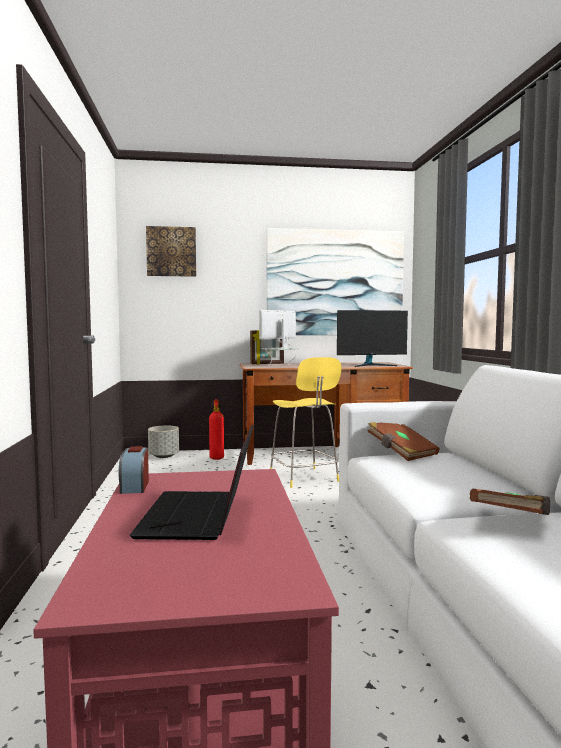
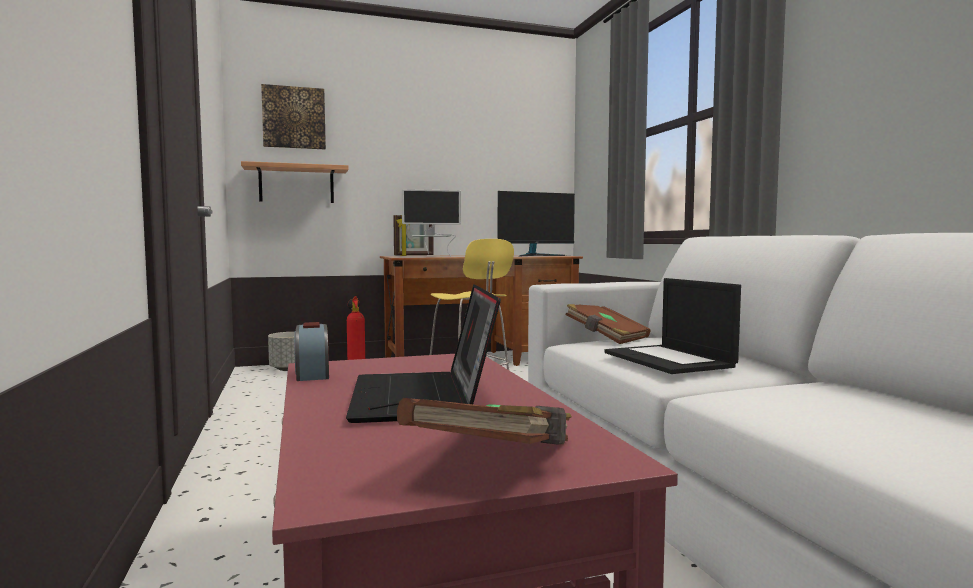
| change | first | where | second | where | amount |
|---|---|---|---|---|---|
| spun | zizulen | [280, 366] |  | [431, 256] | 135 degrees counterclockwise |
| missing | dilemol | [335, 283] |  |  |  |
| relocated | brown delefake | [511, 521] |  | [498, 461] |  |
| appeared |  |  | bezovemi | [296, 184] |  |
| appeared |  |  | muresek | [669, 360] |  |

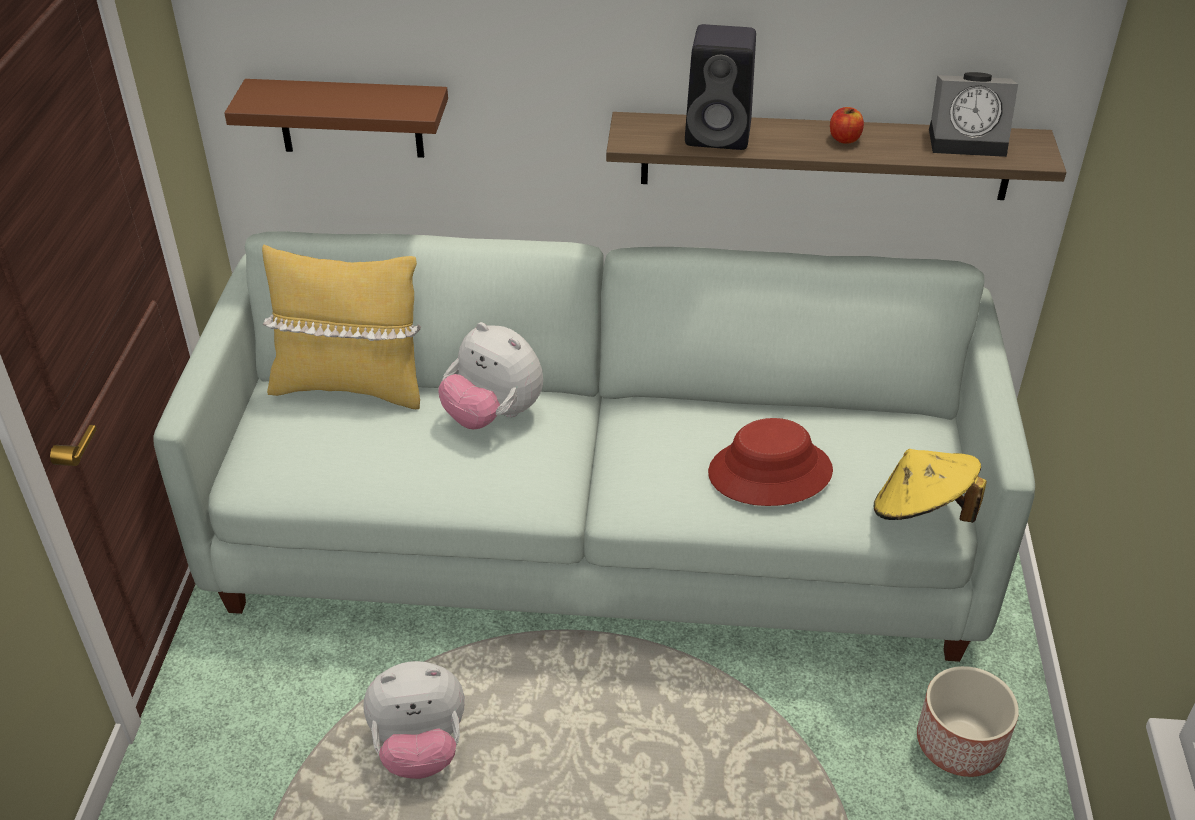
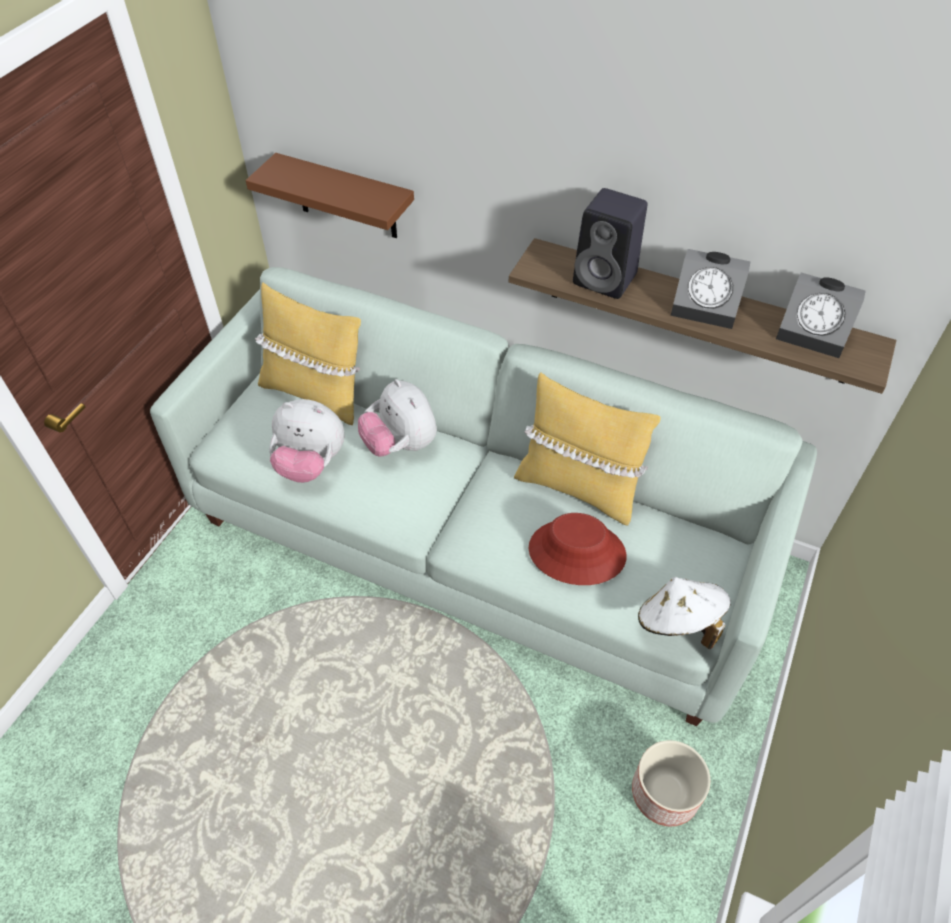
| change | first | where | second | where | amount |
|---|---|---|---|---|---|
| relocated | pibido | [420, 748] |  | [310, 464] |  |
| exchanged | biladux | [844, 139] | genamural | [707, 307] |  |
| colour | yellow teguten | [921, 512] | white teguten | [678, 623] |  |
| appeared |  |  | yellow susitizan | [578, 487] |  |

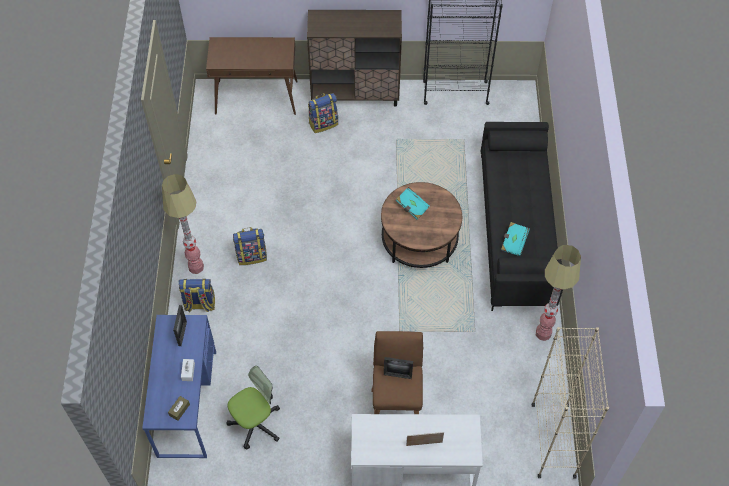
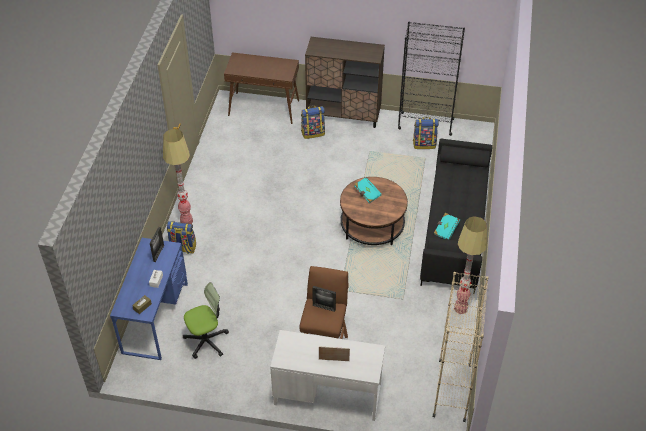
| change | first | where | second | where | amount |
|---|---|---|---|---|---|
| relocated | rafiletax | [252, 255] |  | [424, 144] |  |

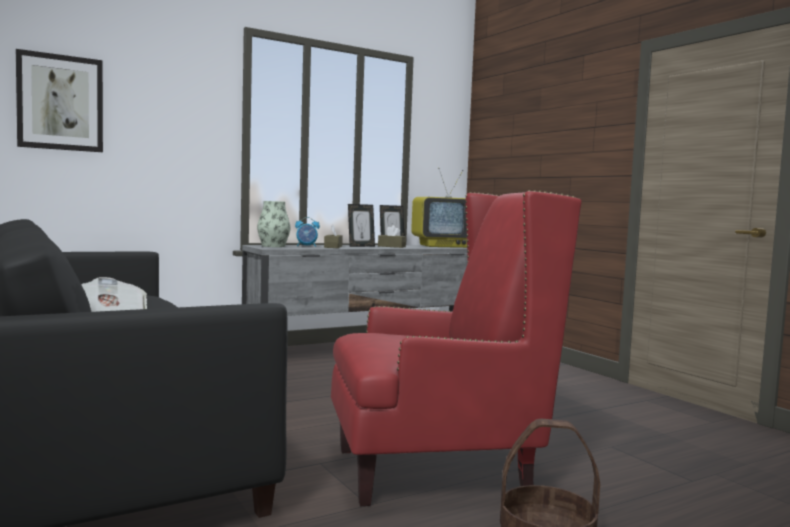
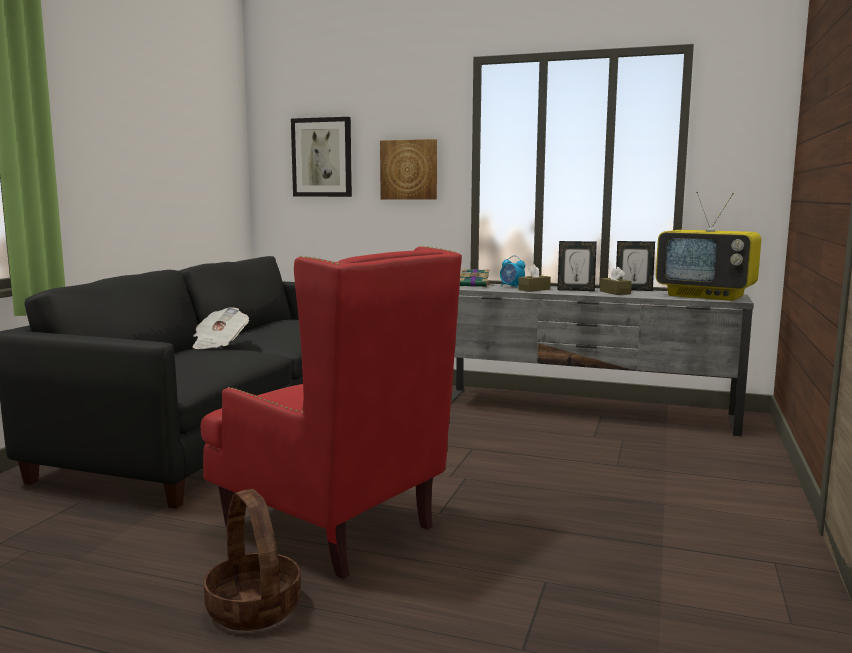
| change | first | where | second | where | amount |
|---|---|---|---|---|---|
| exchanged | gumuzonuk | [273, 246] | delefake | [475, 285] |  |
| appeared |  |  | dilemol | [409, 170] |  |

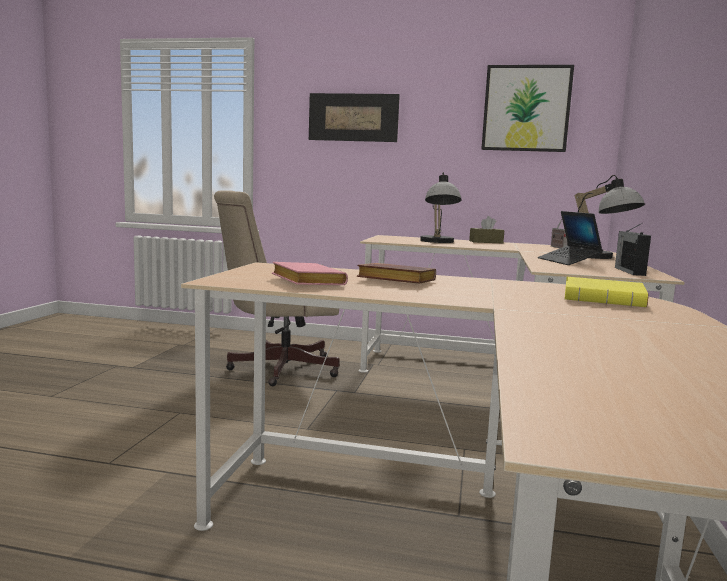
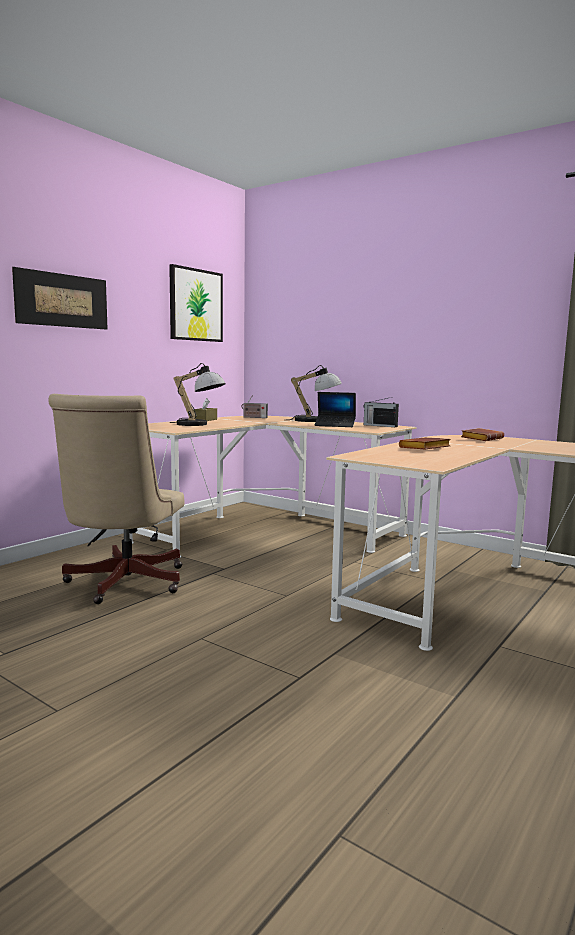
| change | first | where | second | where | amount |
|---|---|---|---|---|---|
| missing | pink delefake | [305, 281] |  |  |  |
| colour | yellow delefake | [605, 300] | brown delefake | [481, 439] |  |

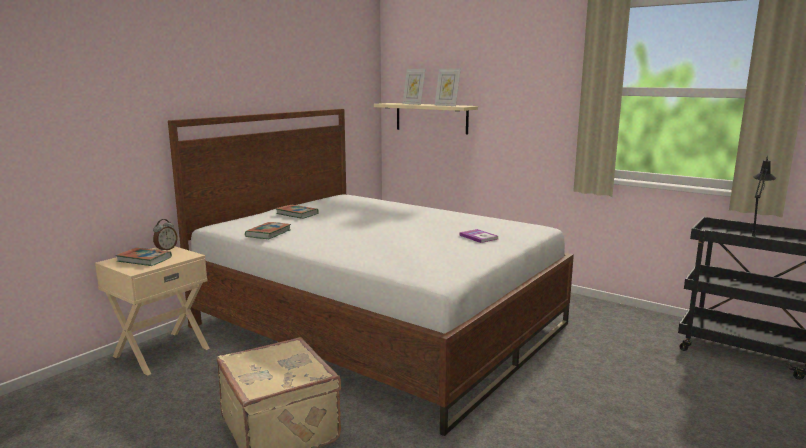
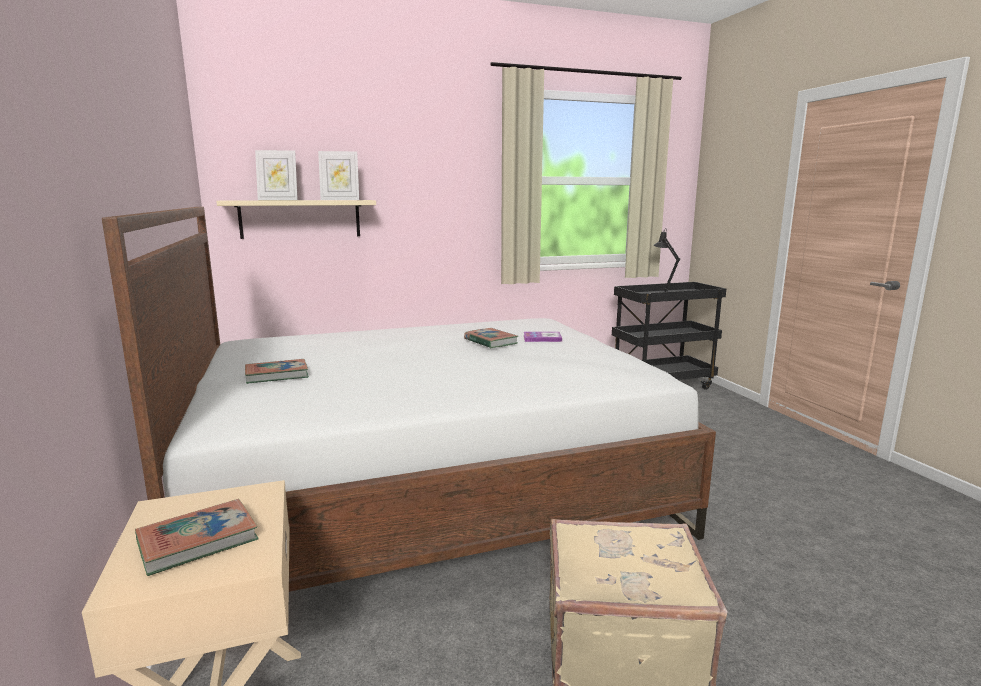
| change | first | where | second | where | amount |
|---|---|---|---|---|---|
| missing | genamural | [166, 249] |  |  |  |
| relocated | delefake | [268, 233] |  | [490, 341] |  |

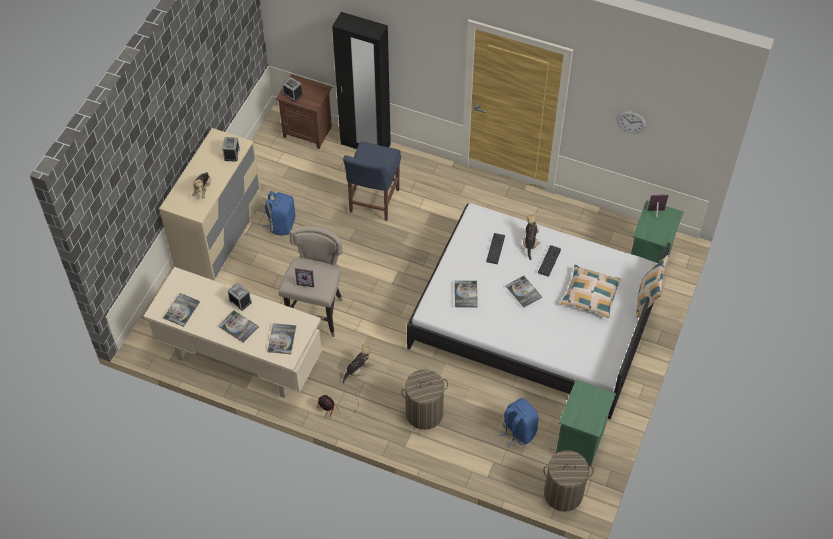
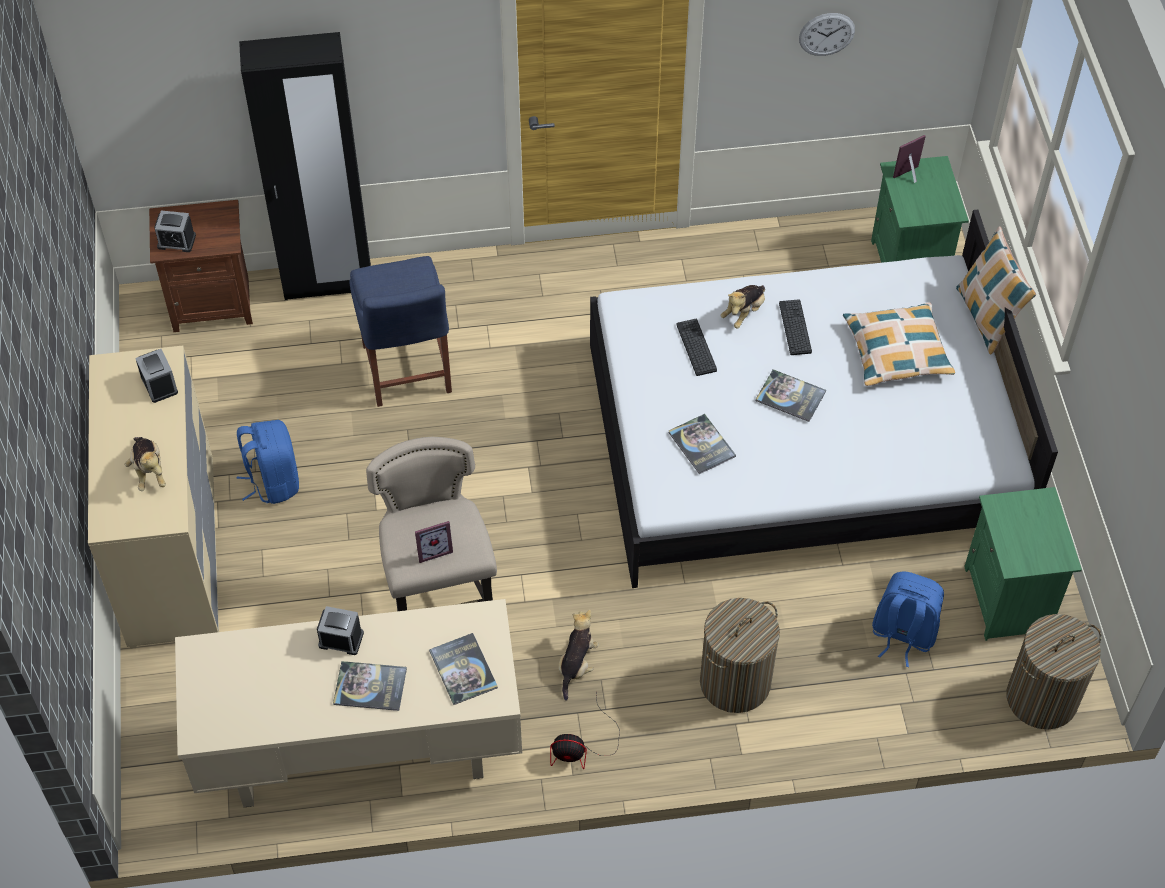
| change | first | where | second | where | amount |
|---|---|---|---|---|---|
| missing | delefake | [181, 310] |  |  |  |
| spun | pibido | [530, 242] |  | [744, 312] | 120 degrees counterclockwise |

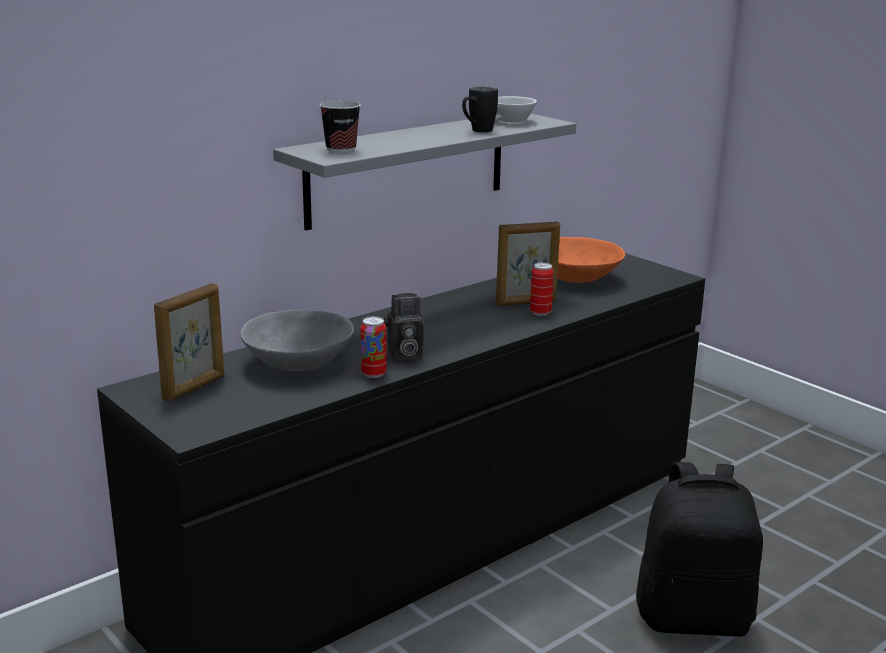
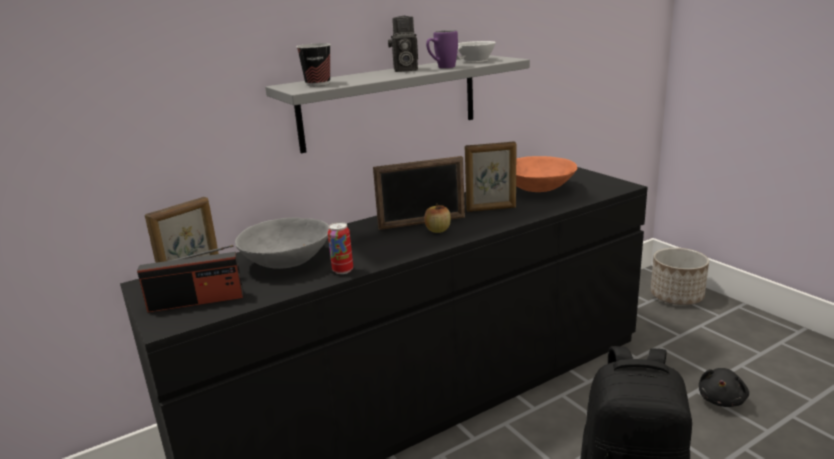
| change | first | where | second | where | amount |
|---|---|---|---|---|---|
| relocated | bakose | [403, 356] |  | [404, 70] |  |
| colour | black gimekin | [477, 131] | purple gimekin | [442, 67] |  |
| missing | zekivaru | [540, 312] |  |  |  |
| appeared |  |  | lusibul | [197, 301] |  |
| appeared |  |  | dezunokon | [422, 223] |  |
| appeared |  |  | biladux | [438, 230] |  |
| appeared |  |  | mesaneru | [677, 296] |  |
| appeared |  |  | black pibido | [721, 399] |  |

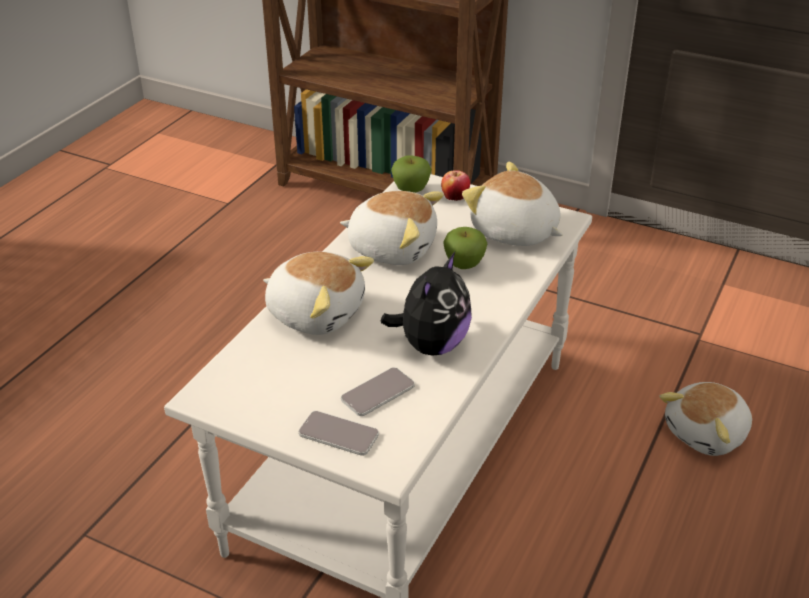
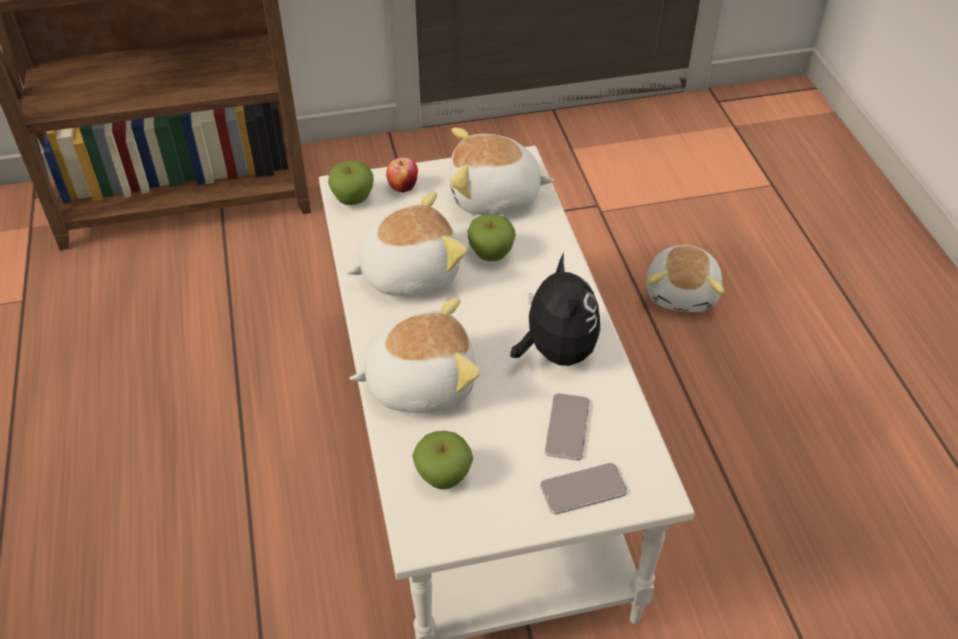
| change | first | where | second | where | amount |
|---|---|---|---|---|---|
| appeared |  |  | biladux | [443, 477] |  |

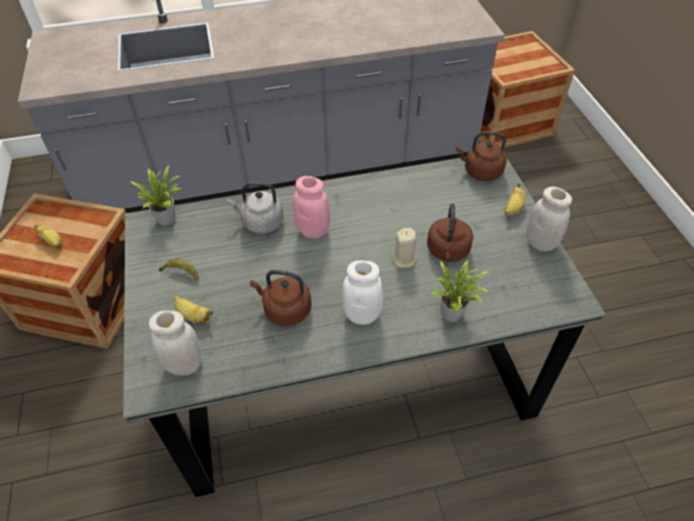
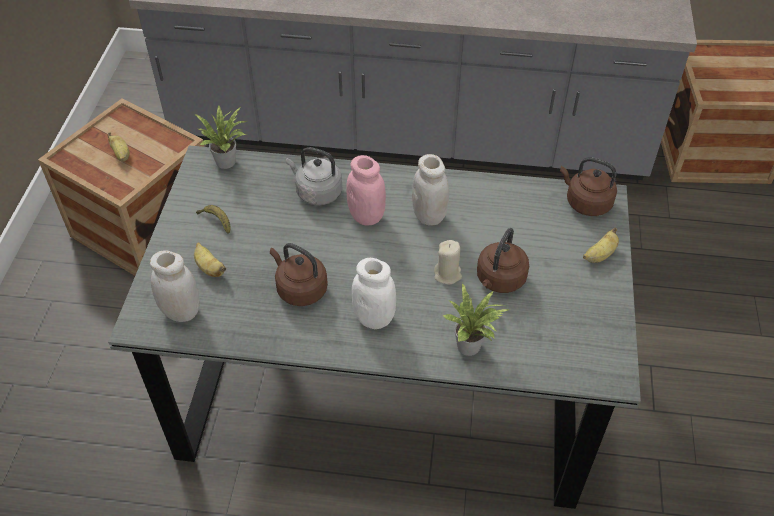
| change | first | where | second | where | amount |
|---|---|---|---|---|---|
| relocated | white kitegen | [541, 243] |  | [429, 216] |  |

